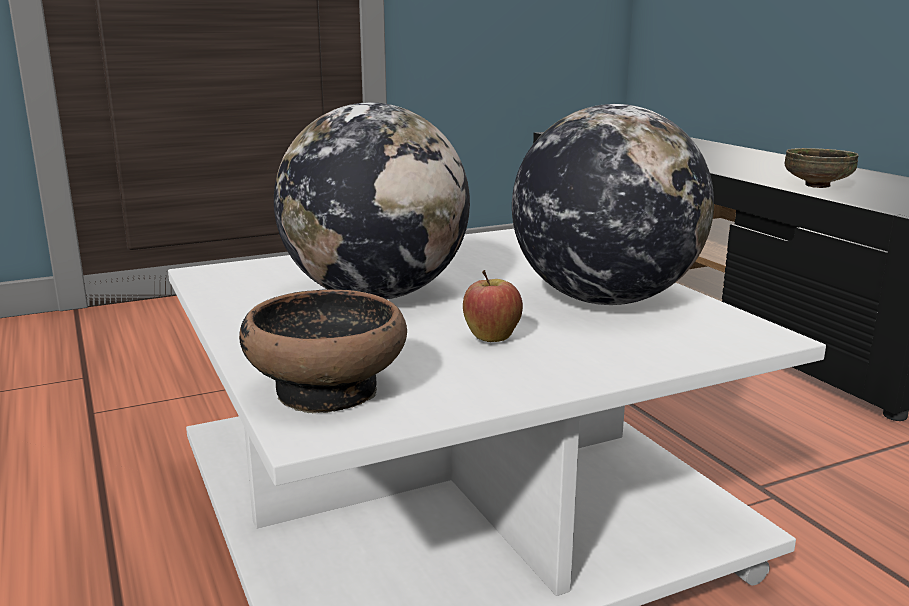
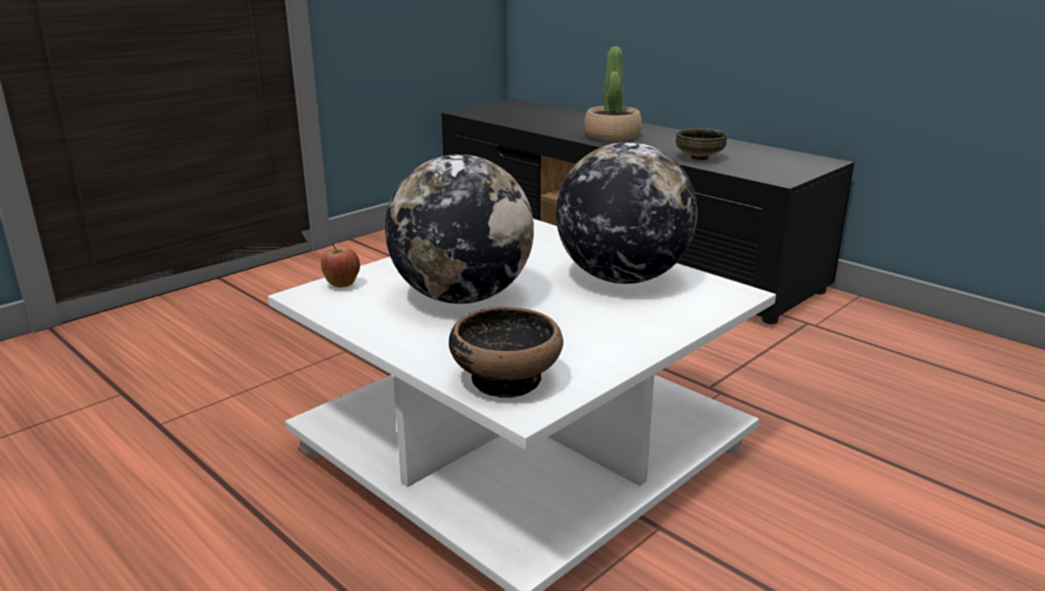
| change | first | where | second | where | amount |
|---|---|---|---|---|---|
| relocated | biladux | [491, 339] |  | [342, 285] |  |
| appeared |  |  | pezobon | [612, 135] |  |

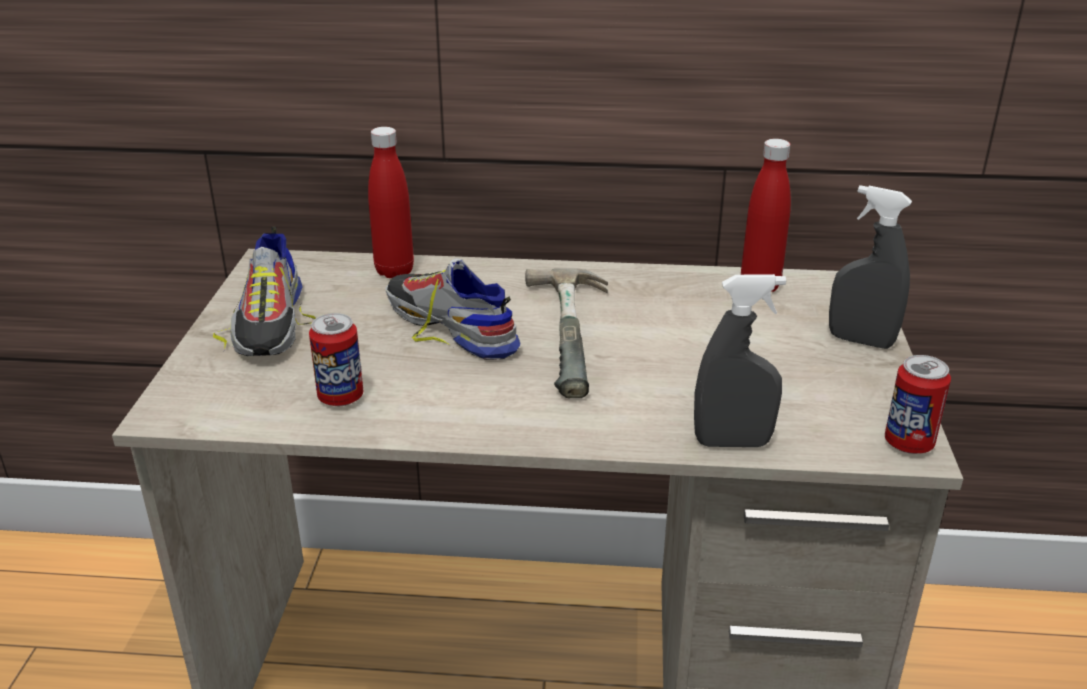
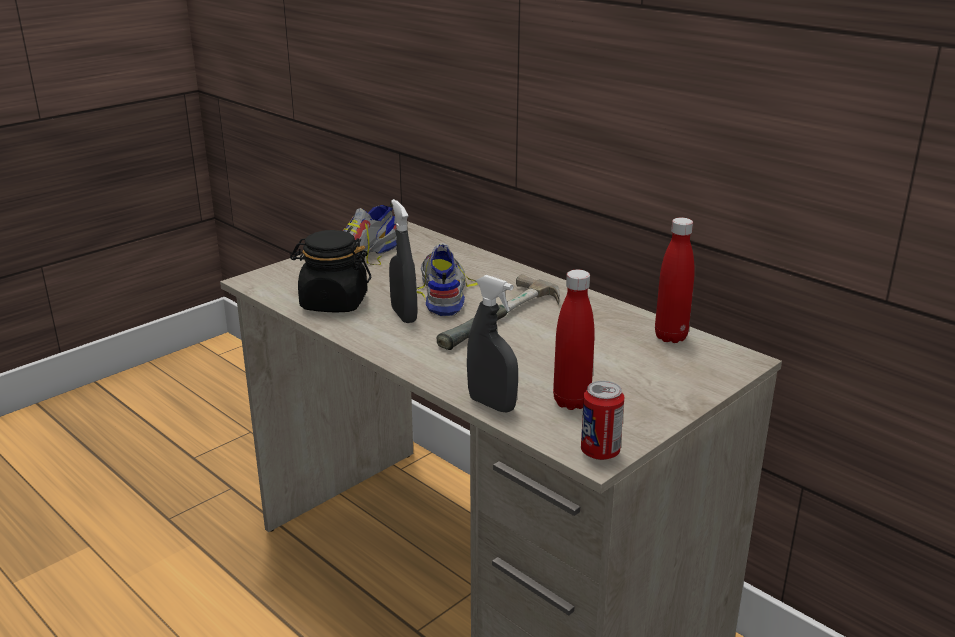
| change | first | where | second | where | amount |
|---|---|---|---|---|---|
| exchanged | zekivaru | [341, 397] | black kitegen | [333, 303] |  |
| relocated | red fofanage | [394, 271] |  | [571, 402] |  |
| relocated | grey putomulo | [860, 340] |  | [404, 315] |  |

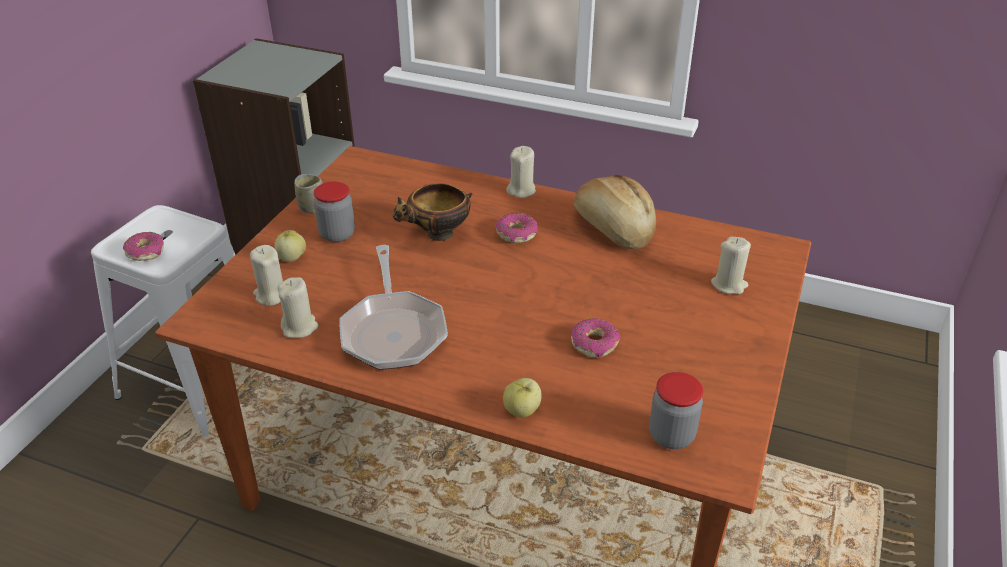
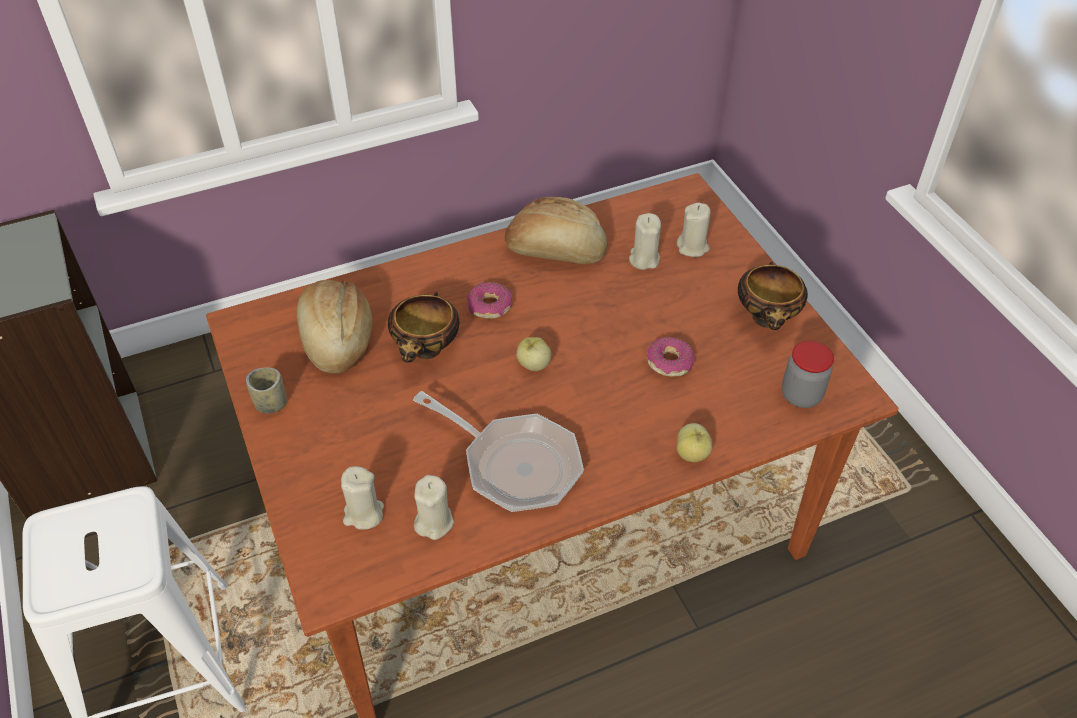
| change | first | where | second | where | amount |
|---|---|---|---|---|---|
| missing | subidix | [146, 252] |  |  |  |
| relocated | biladux | [291, 258] |  | [533, 365] |  |
| missing | kitegen | [337, 234] |  |  |  |
| relocated | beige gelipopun | [521, 190] |  | [644, 259] |  |
| appeared |  |  | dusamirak | [336, 339] |  |
| appeared |  |  | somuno | [767, 320] |  |

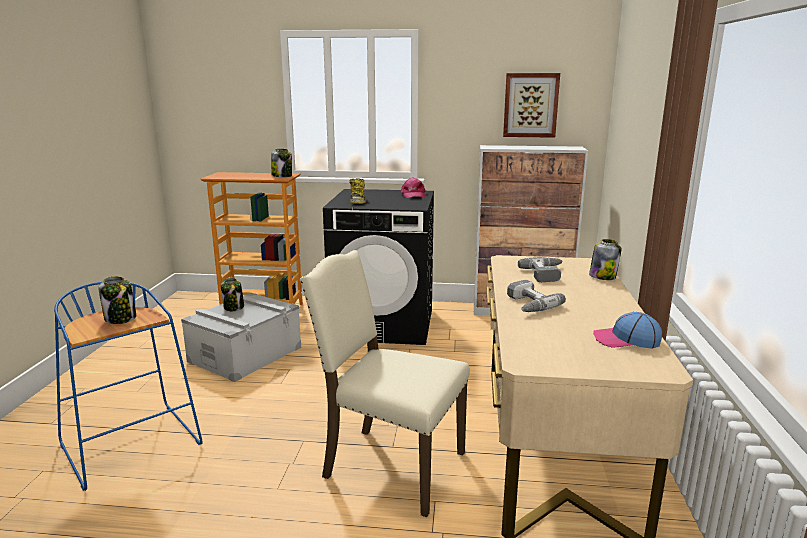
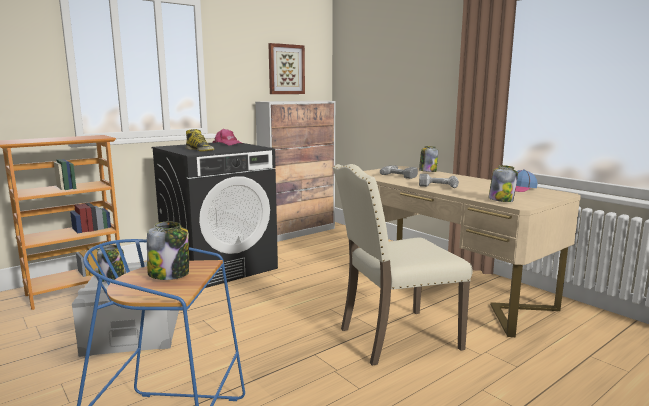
| change | first | where | second | where | amount |
|---|---|---|---|---|---|
| relocated | kitegen | [282, 176] |  | [501, 200] |  |

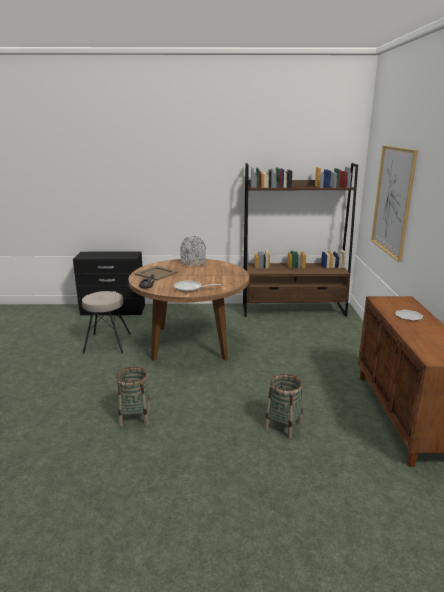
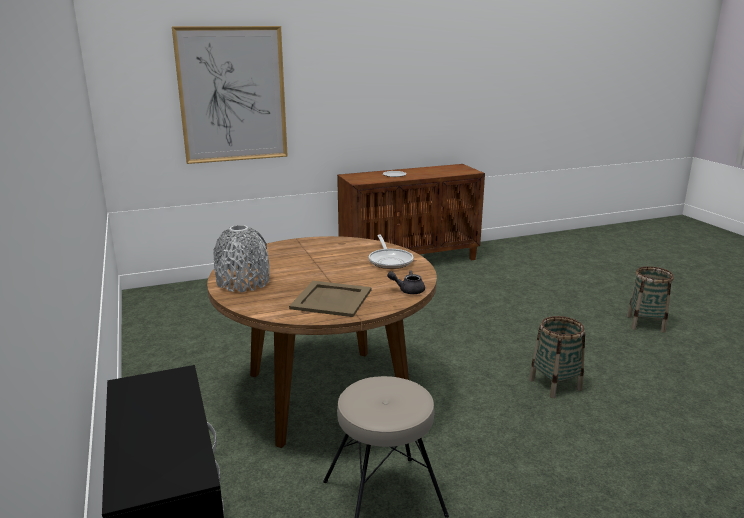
| change | first | where | second | where | amount |
|---|---|---|---|---|---|
| missing | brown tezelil | [293, 310] |  |  |  |
| relocated | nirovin | [283, 426] |  | [645, 324] |  |

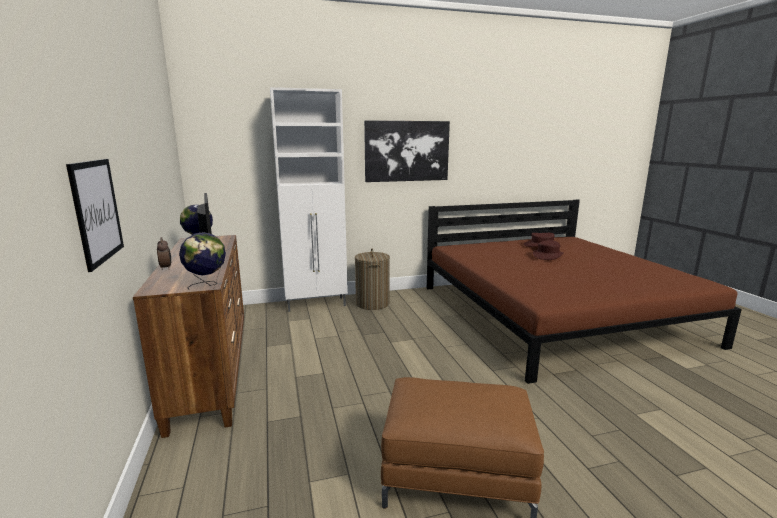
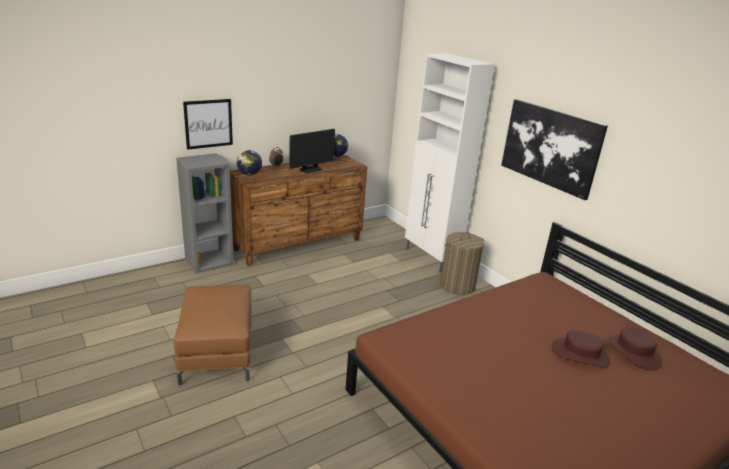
| change | first | where | second | where | amount |
|---|---|---|---|---|---|
| appeared |  |  | grey tezelil | [209, 261] |  |

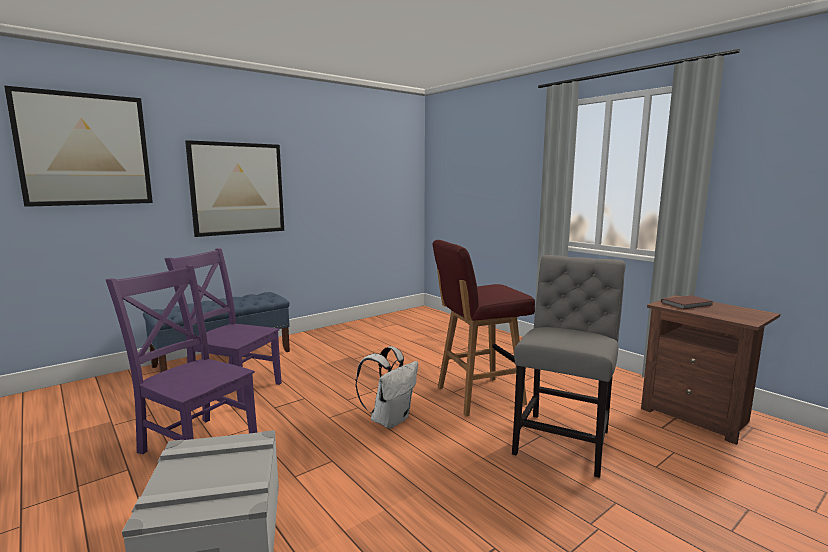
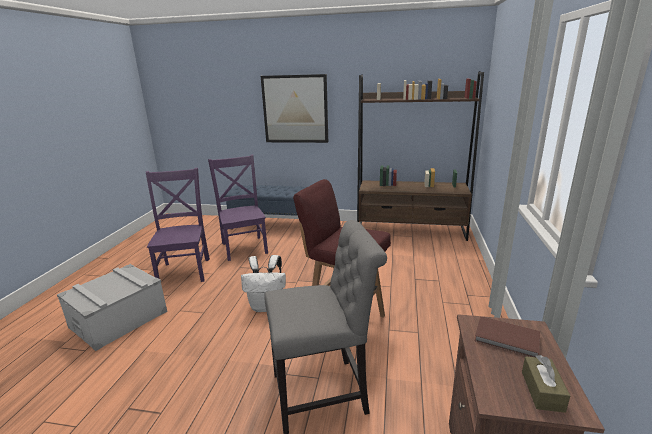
| change | first | where | second | where | amount |
|---|---|---|---|---|---|
| missing | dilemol | [84, 150] |  |  |  |
| appeared |  |  | brown tezelil | [411, 231] |  |
| appeared |  |  | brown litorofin | [542, 391] |  |

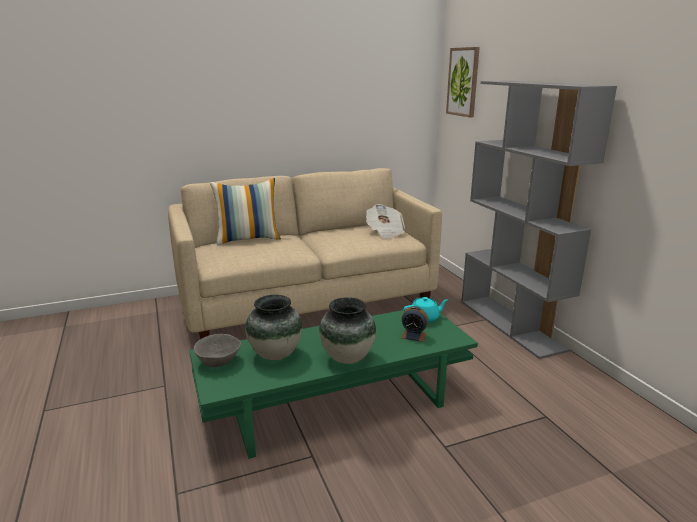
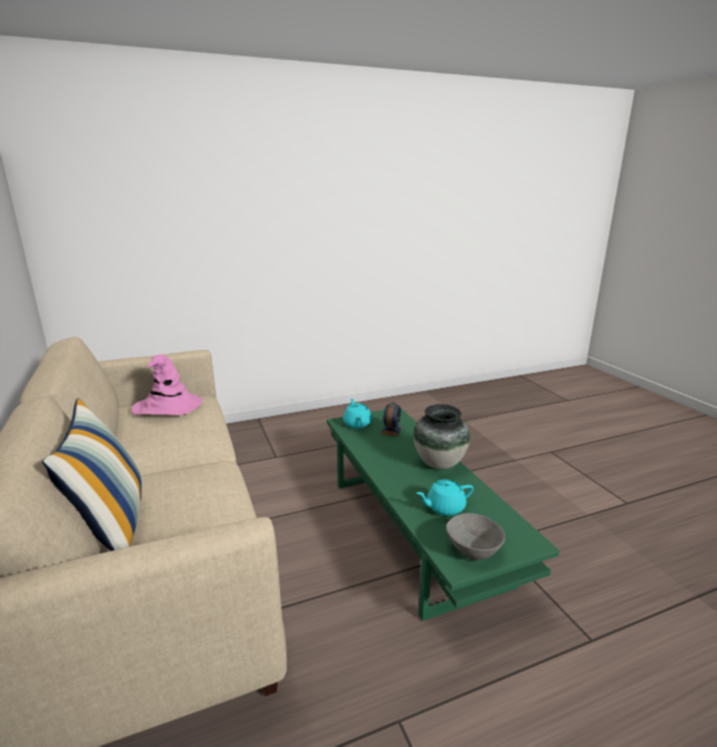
| change | first | where | second | where | amount |
|---|---|---|---|---|---|
| exchanged | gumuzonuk | [275, 354] | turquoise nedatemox | [444, 507] |  |
| exchanged | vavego | [385, 232] | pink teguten | [167, 407] |  |
| missing | dilemol | [463, 82] |  |  |  |
| missing | grey tezelil | [511, 324] |  |  |  |

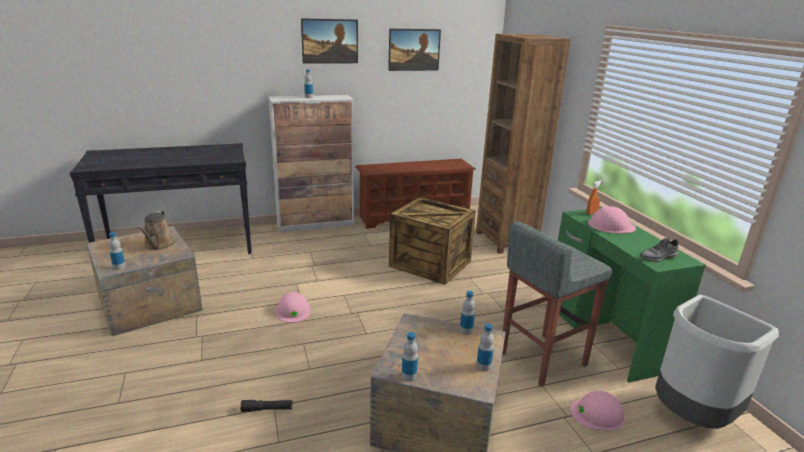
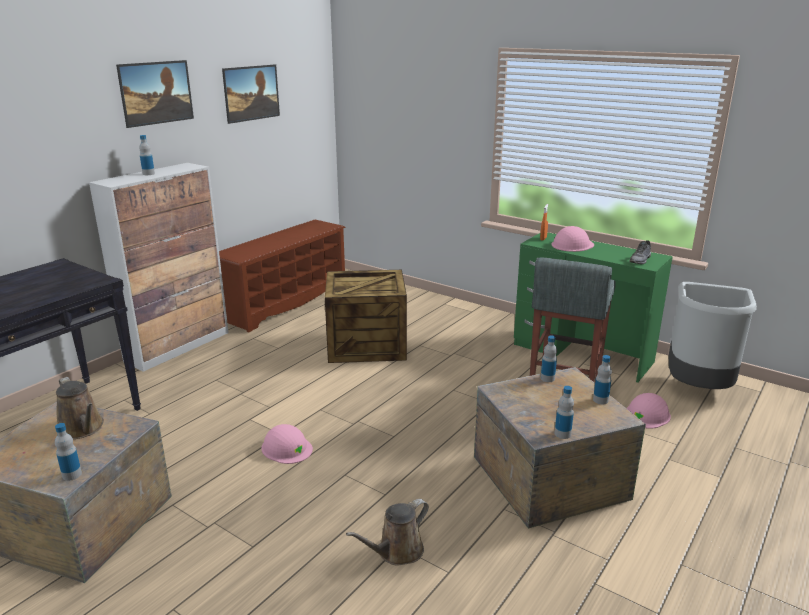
| change | first | where | second | where | amount |
|---|---|---|---|---|---|
| exchanged | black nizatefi | [267, 409] | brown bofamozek | [397, 552] |  |
| missing | brown tezelil | [506, 240] |  |  |  |

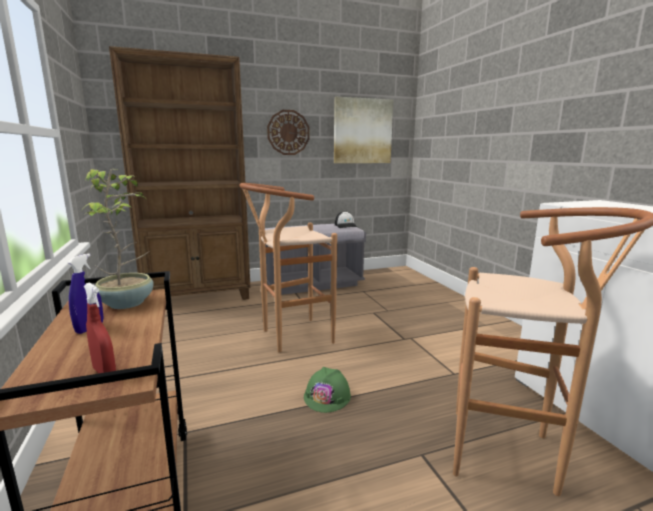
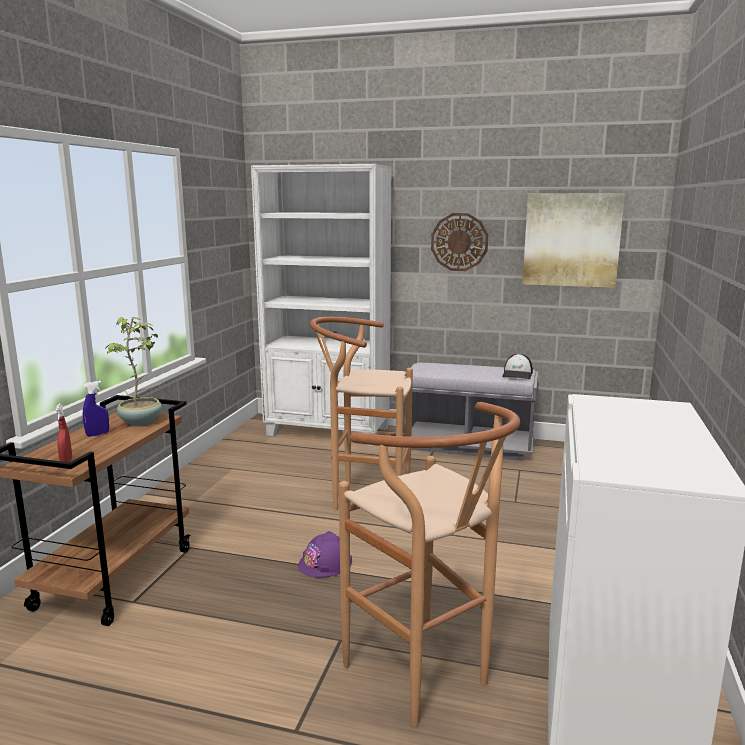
| change | first | where | second | where | amount |
|---|---|---|---|---|---|
| colour | brown tezelil | [199, 296] | white tezelil | [328, 432] |  |
| colour | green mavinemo | [327, 396] | purple mavinemo | [325, 563] |  |

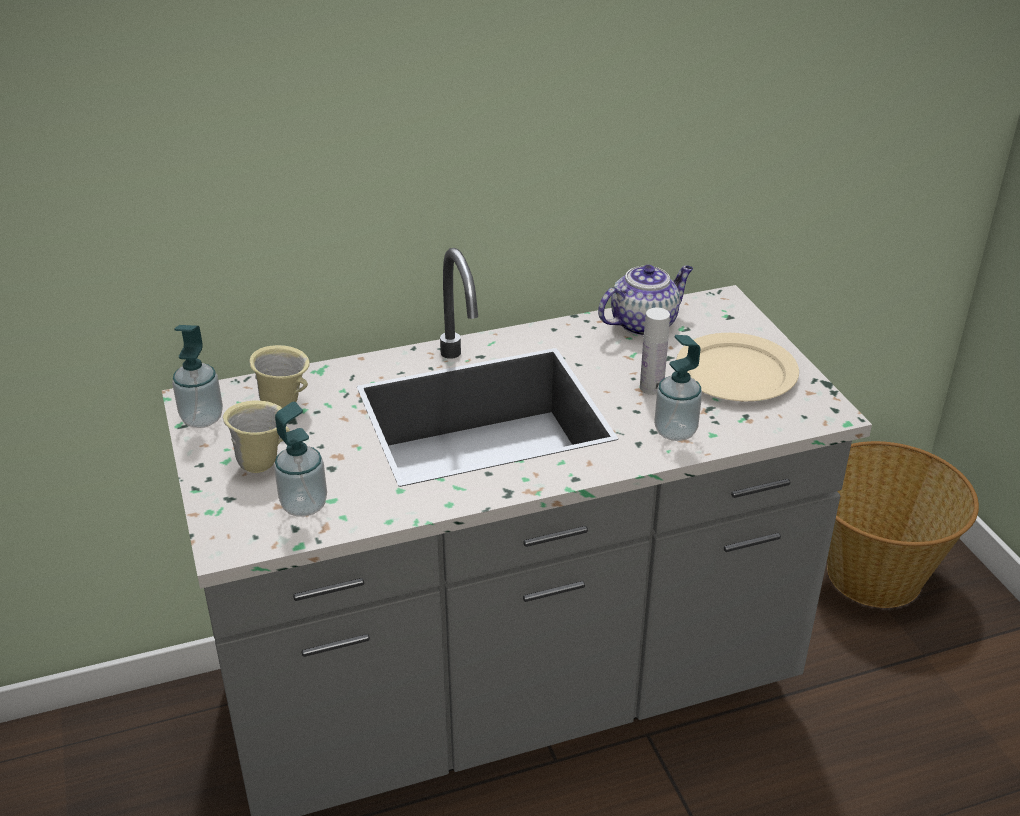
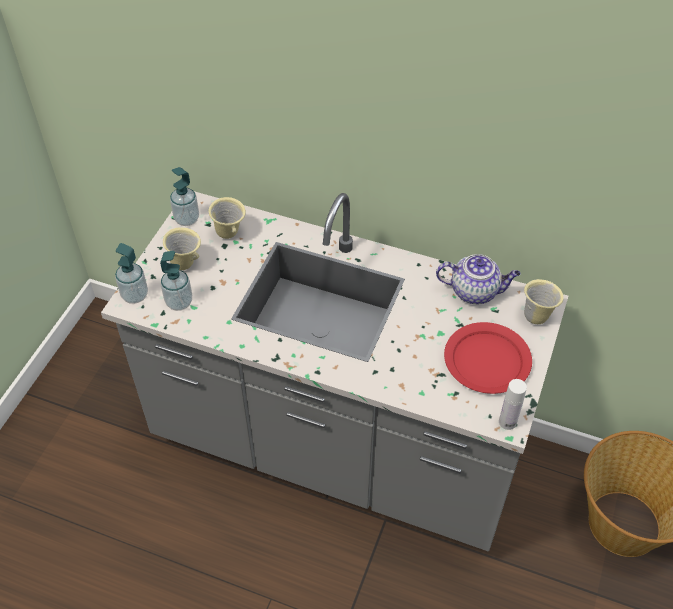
| change | first | where | second | where | amount |
|---|---|---|---|---|---|
| relocated | white fofanage | [651, 387] |  | [507, 422] |  |
| relocated | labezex | [675, 431] |  | [135, 295] |  |
| colour | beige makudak | [737, 372] | red makudak | [488, 360] |  |
| appeared |  |  | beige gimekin | [537, 316] |  |

